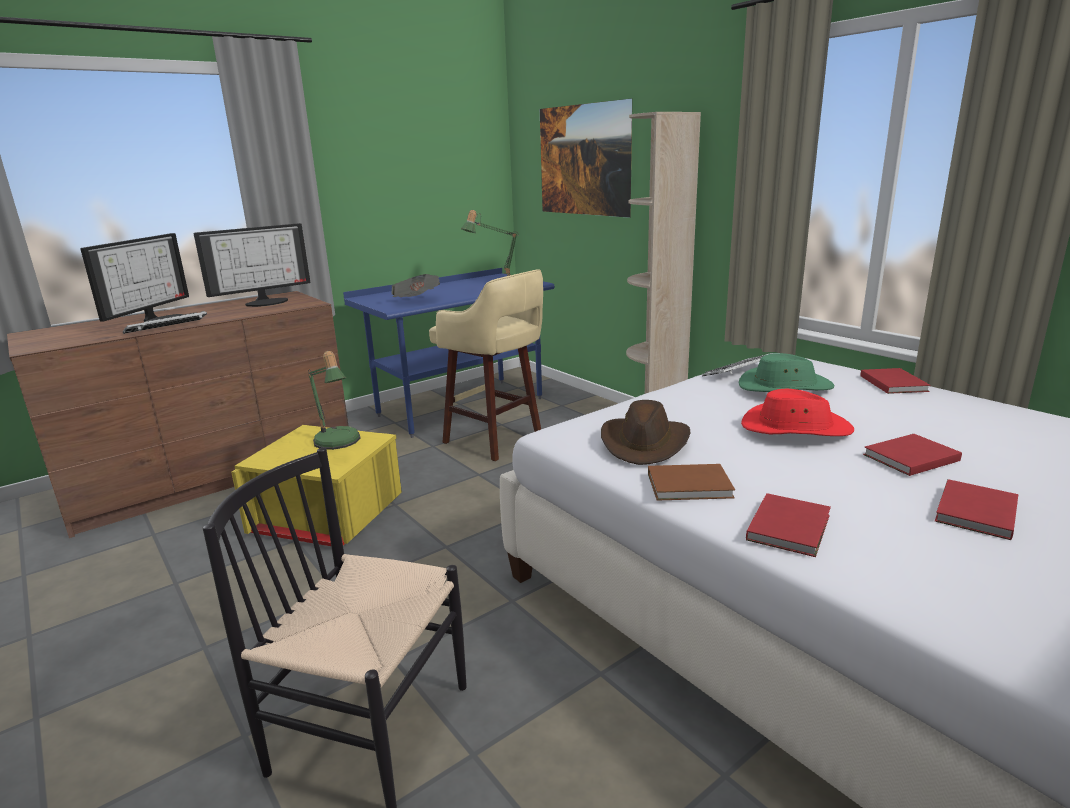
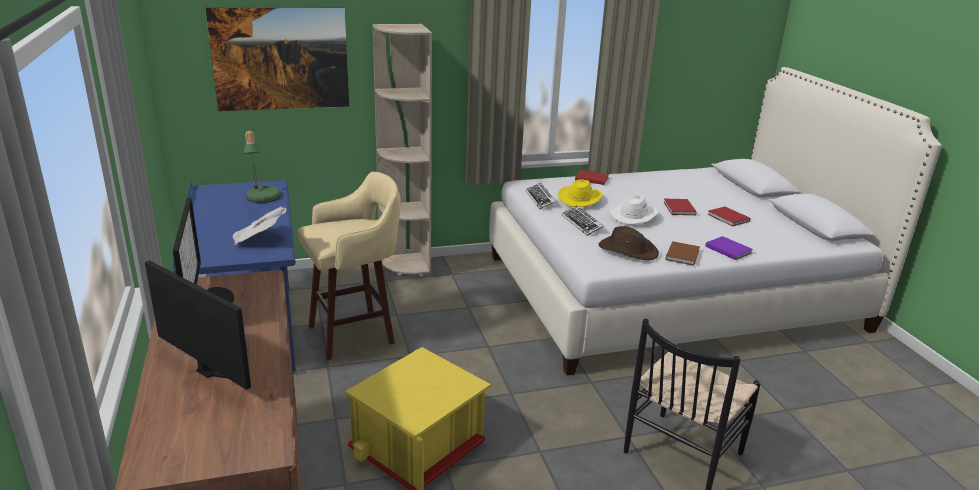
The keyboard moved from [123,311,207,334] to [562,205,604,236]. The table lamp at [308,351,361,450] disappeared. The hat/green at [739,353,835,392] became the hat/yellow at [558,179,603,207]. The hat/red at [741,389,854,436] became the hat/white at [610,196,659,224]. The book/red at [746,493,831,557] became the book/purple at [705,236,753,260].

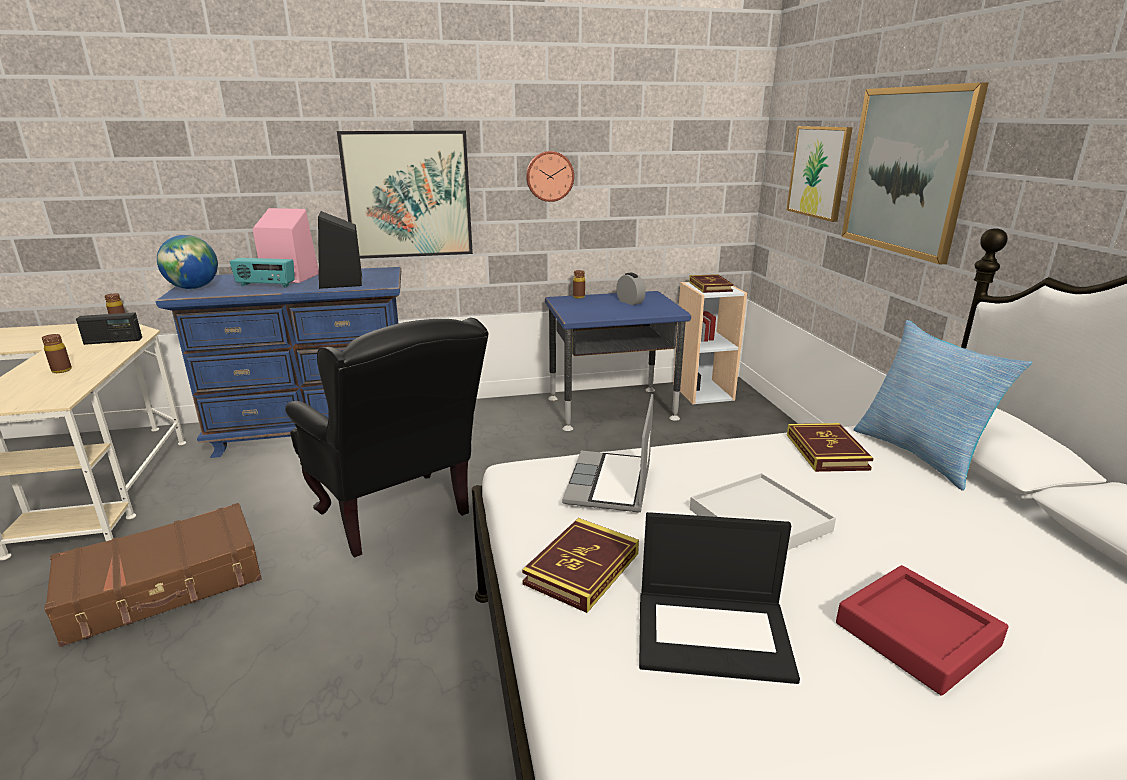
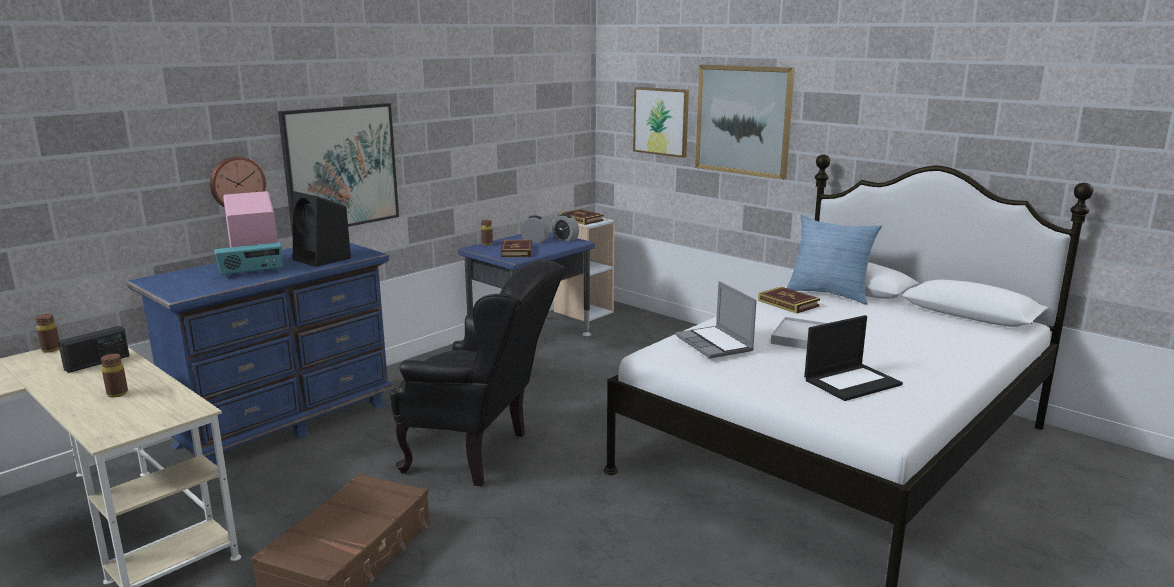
The wall clock moved from [526,151,574,202] to [210,156,266,207]. The globe at [157,235,218,289] disappeared. The book moved from [522,518,639,613] to [501,240,532,257]. The tray/red at [836,565,1009,695] disappeared. The alarm clock at [552,214,579,242] appeared.

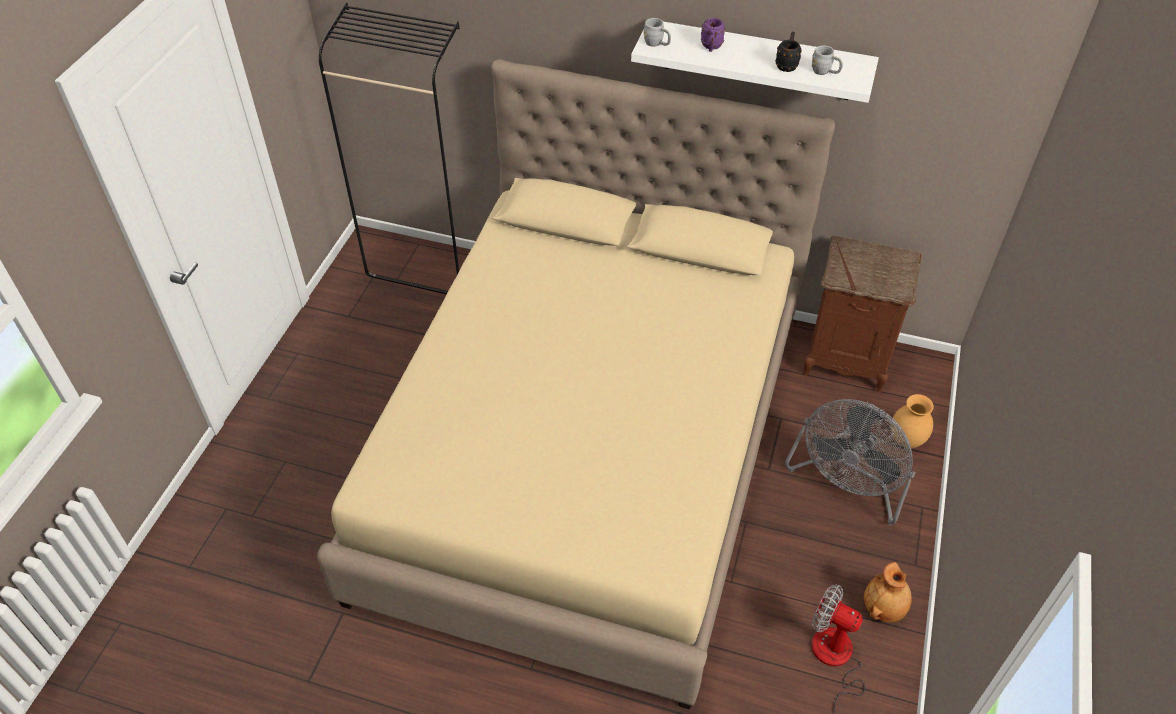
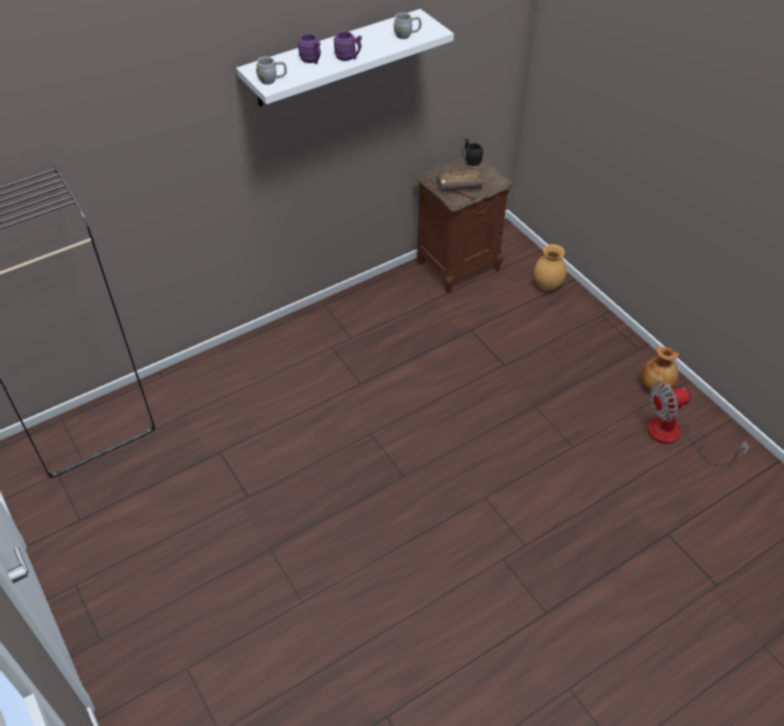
The mug/black moved from [775,32,802,72] to [465,138,483,166]. The bed/beige at [317,59,835,709] disappeared. The fan/grey at [785,399,915,525] disappeared. The mug/purple at [333,31,362,61] appeared. The book/brown at [437,167,482,191] appeared.

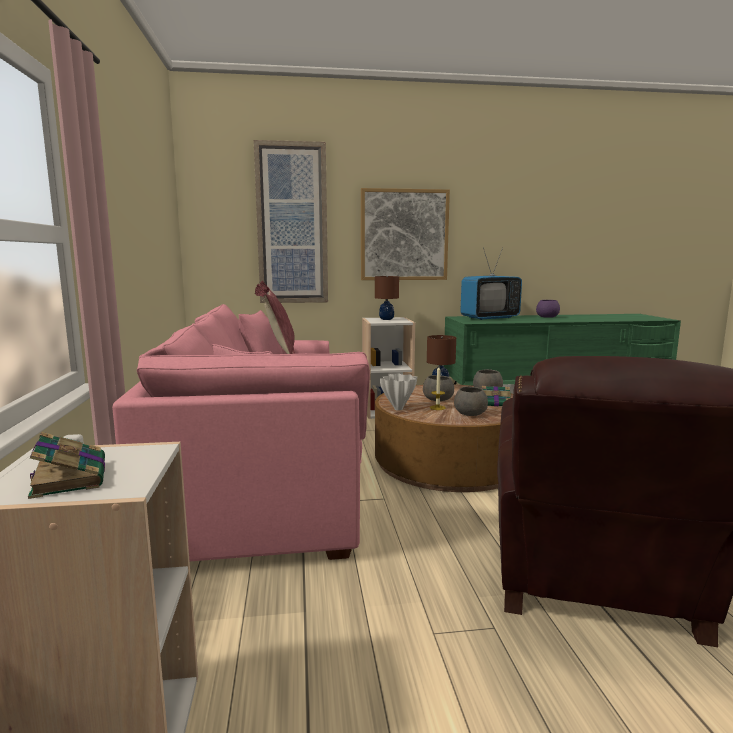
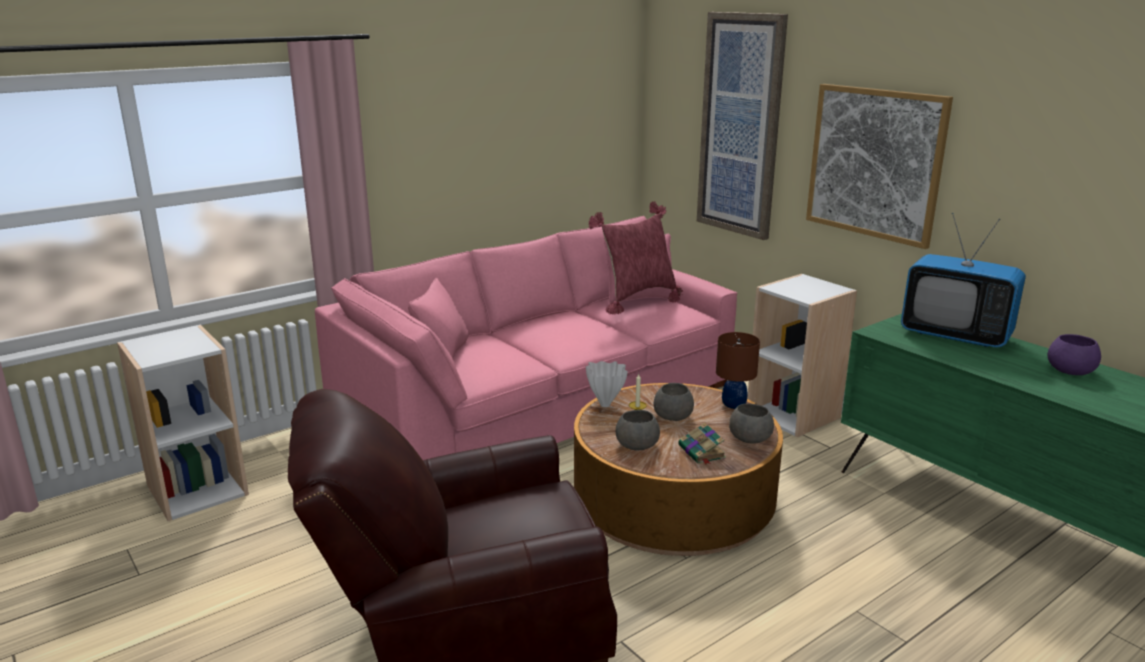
The table lamp/brown at [375,276,399,320] disappeared. The book at [28,432,105,499] disappeared.

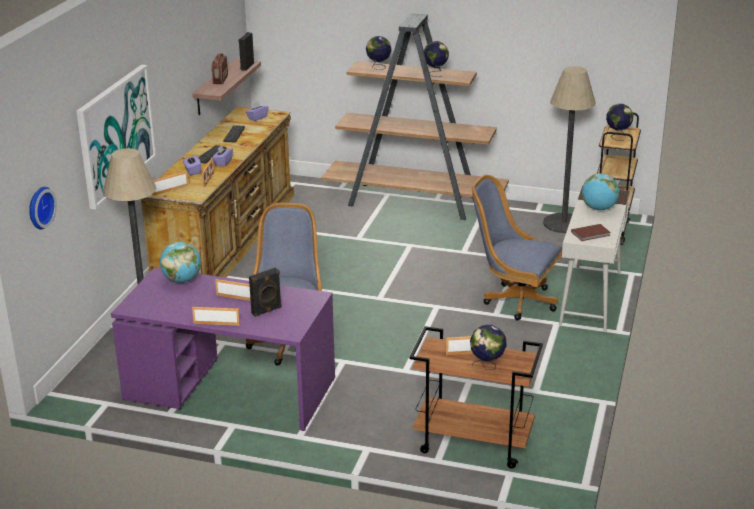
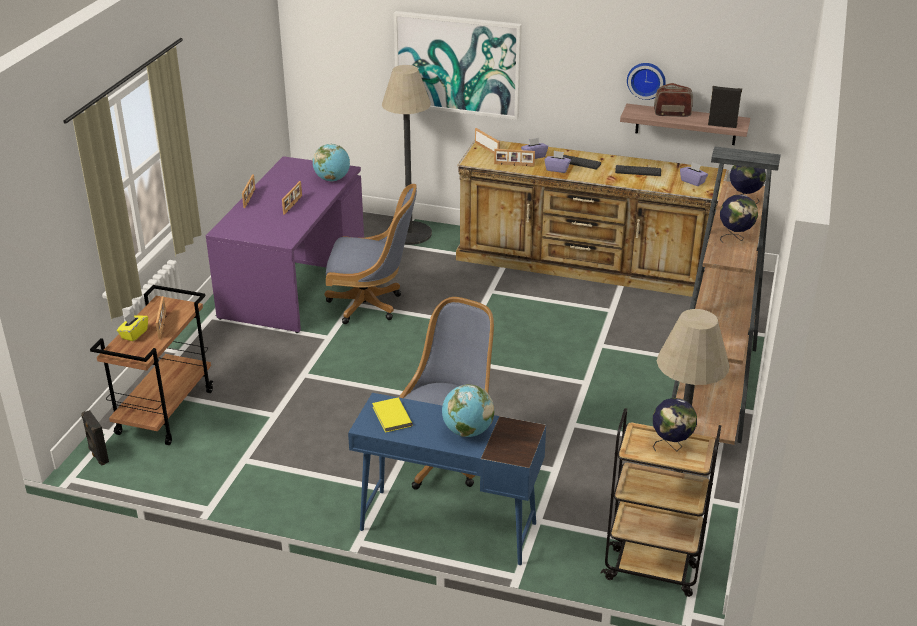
The desk/white at [559,186,630,332] became the desk/blue at [348,393,546,565]. The wall clock moved from [29,187,57,229] to [627,63,665,100]. The book/brown at [571,224,611,241] became the book/yellow at [372,398,413,432]. The speaker/black moved from [249,268,282,317] to [81,410,109,465]. The globe at [470,325,507,370] was replaced by the tissue box/yellow at [117,312,148,341].

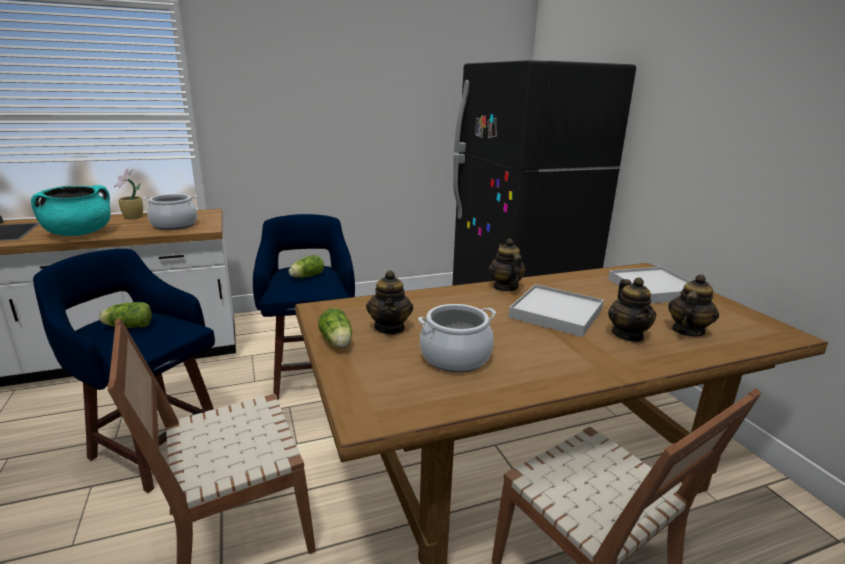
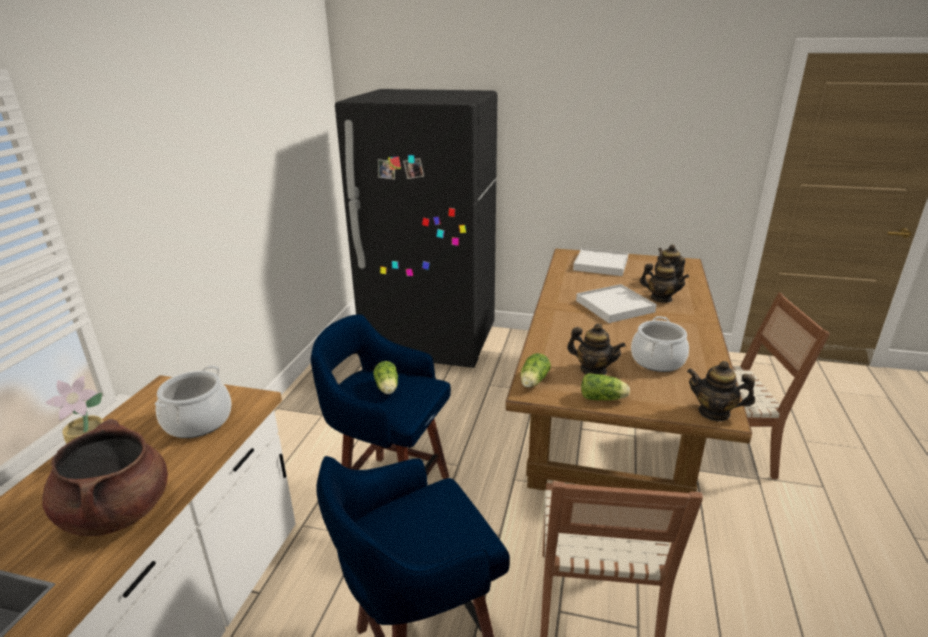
The cooking pot/turquoise at [31,185,111,236] became the cooking pot/brown at [42,419,168,536]. The teapot moved from [489,238,526,292] to [687,361,755,421]. The lettuce moved from [99,302,152,328] to [520,353,551,388].

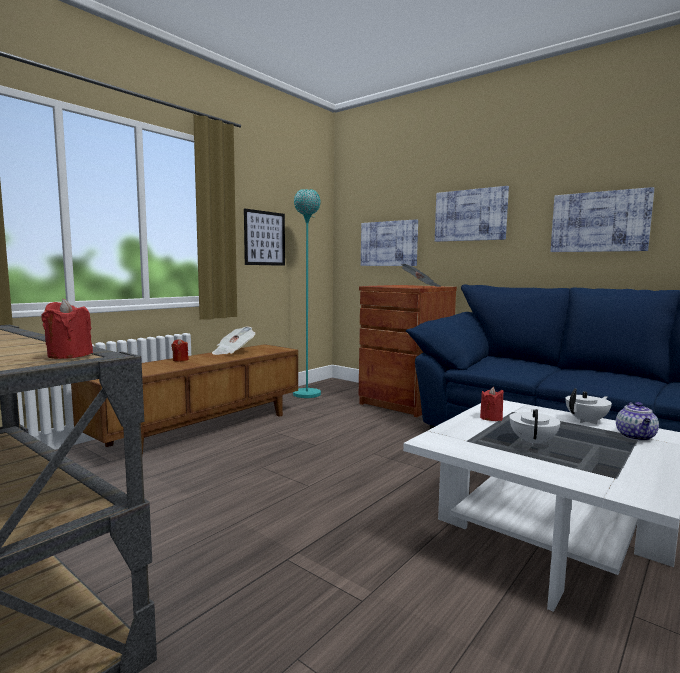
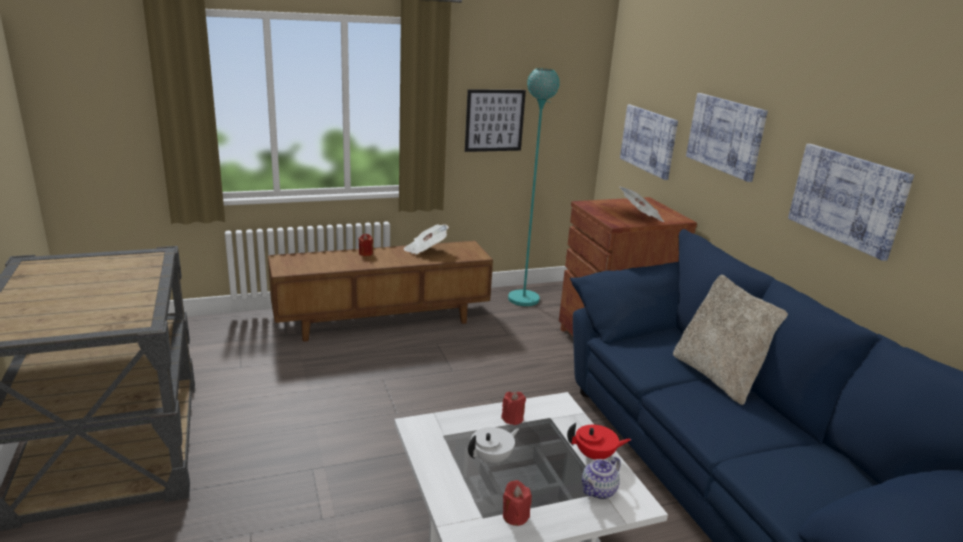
The candle/red moved from [42,299,93,359] to [503,480,532,526]. The teapot/white at [565,388,612,425] became the teapot/red at [567,423,631,460]. The pillow/beige at [673,275,788,405] appeared.

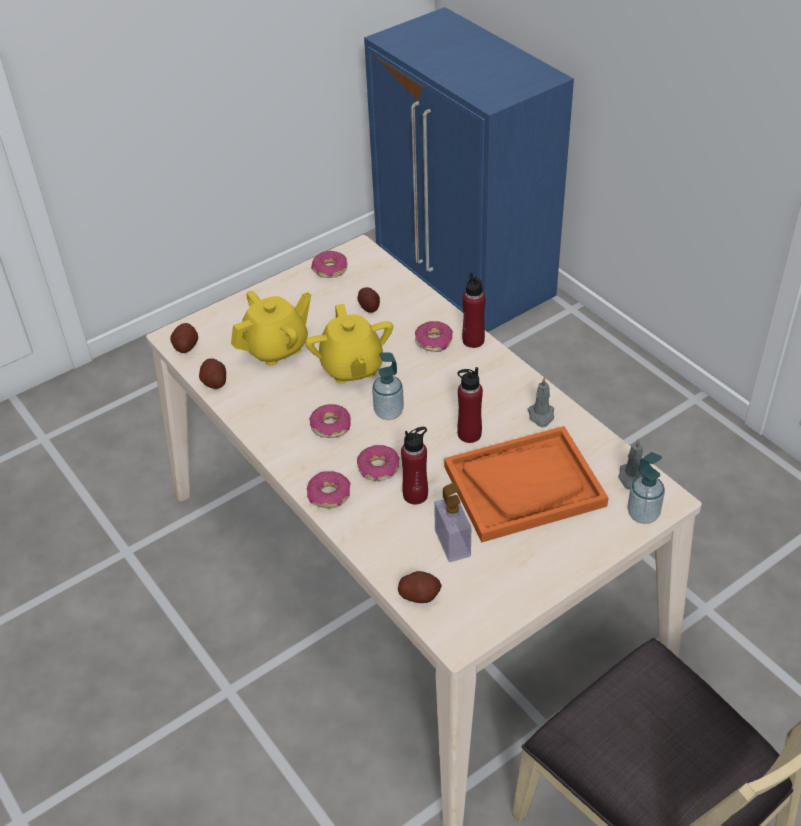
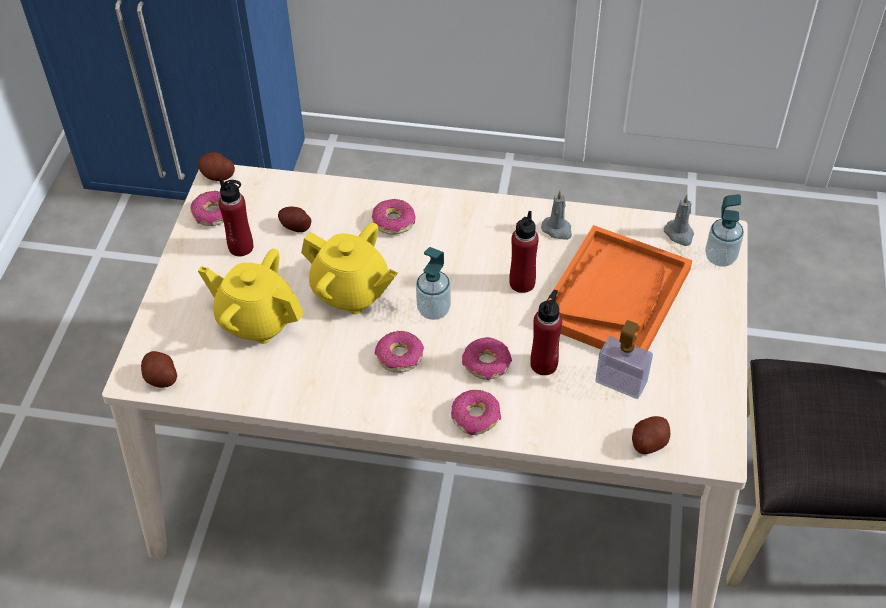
The bottle/red moved from [462,272,486,348] to [219,178,253,256]. The teapot/yellow at [231,291,311,366] turned 75 degrees counterclockwise. The potato moved from [199,358,226,389] to [198,152,235,181].

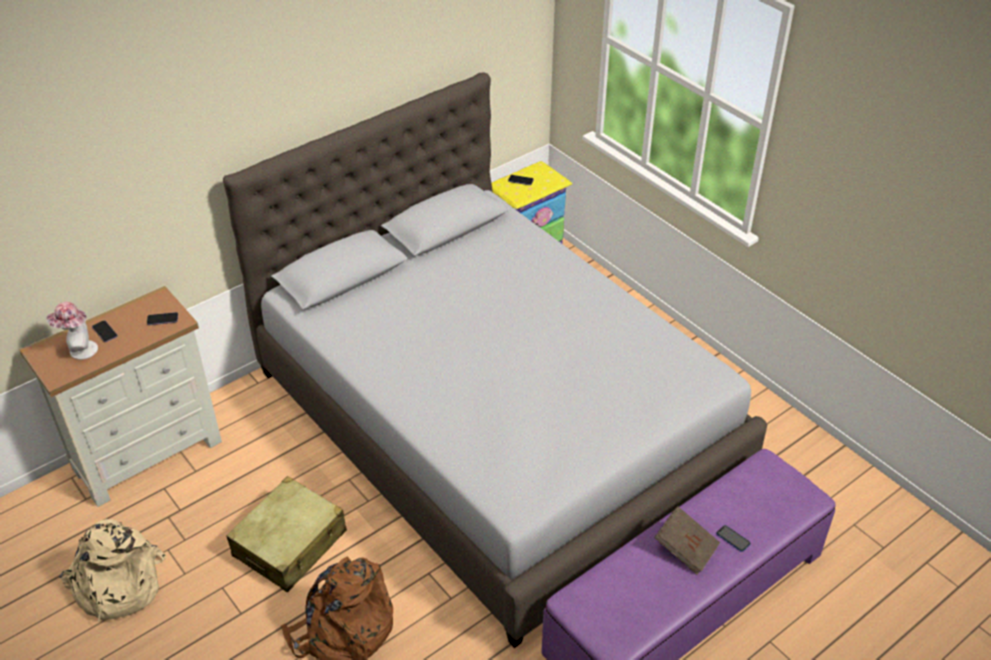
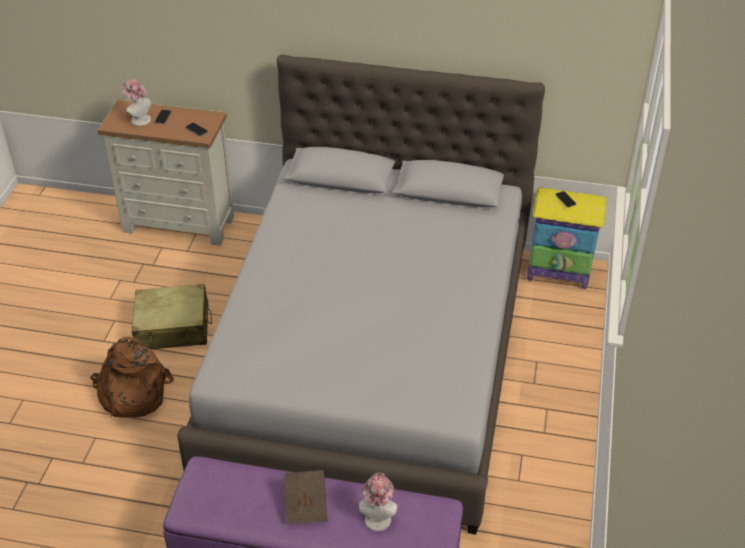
The backpack/beige at [59,519,166,621] disappeared. The phone at [716,525,751,552] disappeared. The hat at [359,473,397,531] appeared.

